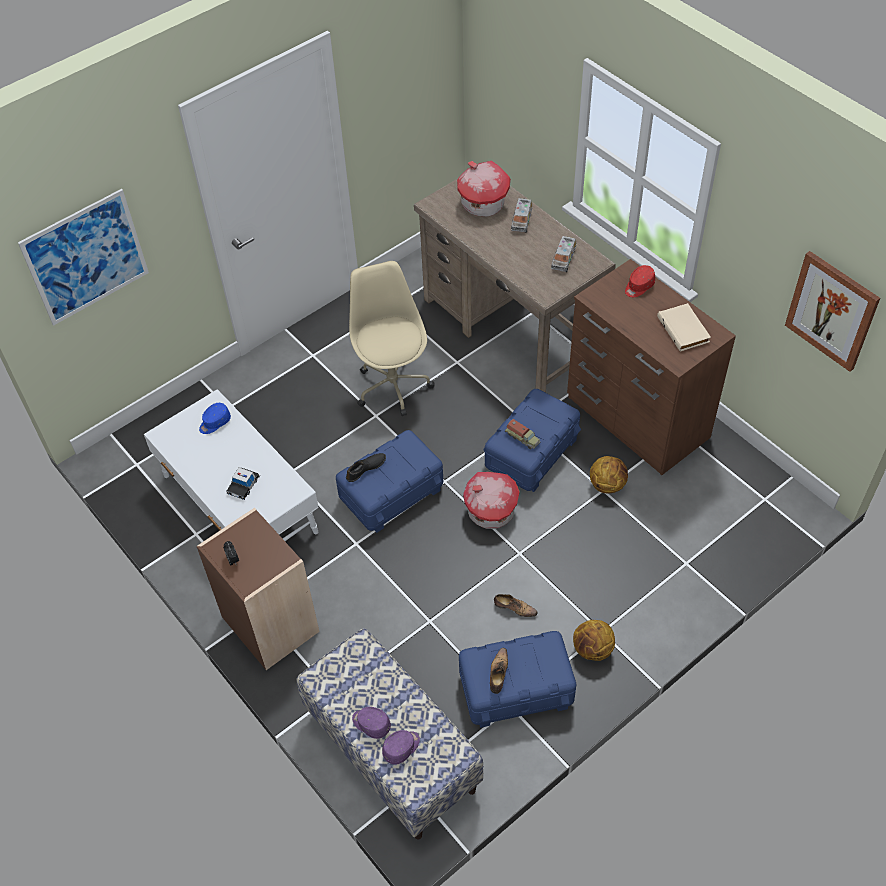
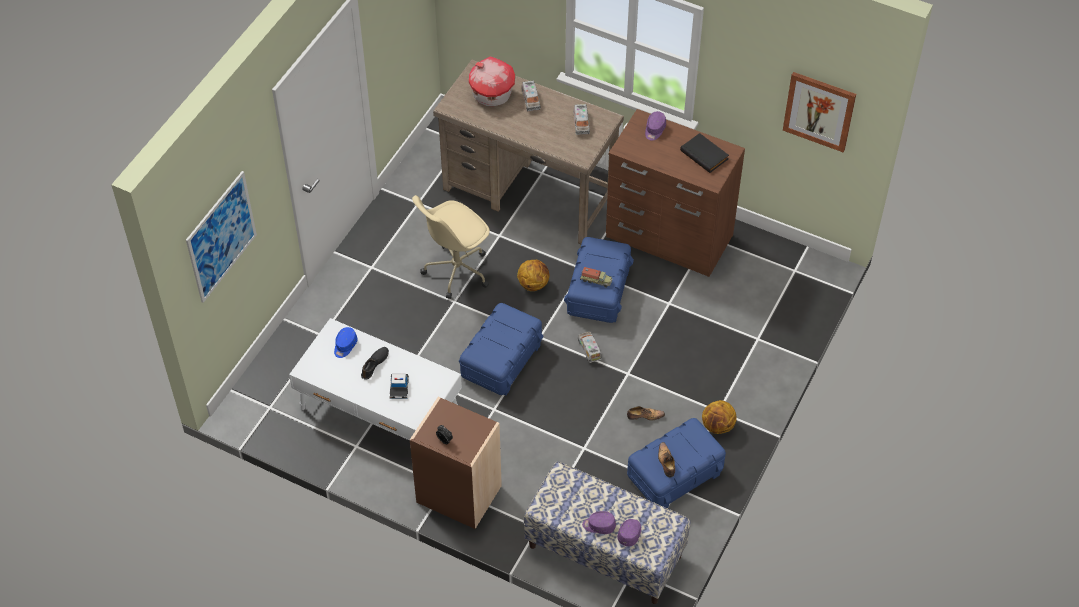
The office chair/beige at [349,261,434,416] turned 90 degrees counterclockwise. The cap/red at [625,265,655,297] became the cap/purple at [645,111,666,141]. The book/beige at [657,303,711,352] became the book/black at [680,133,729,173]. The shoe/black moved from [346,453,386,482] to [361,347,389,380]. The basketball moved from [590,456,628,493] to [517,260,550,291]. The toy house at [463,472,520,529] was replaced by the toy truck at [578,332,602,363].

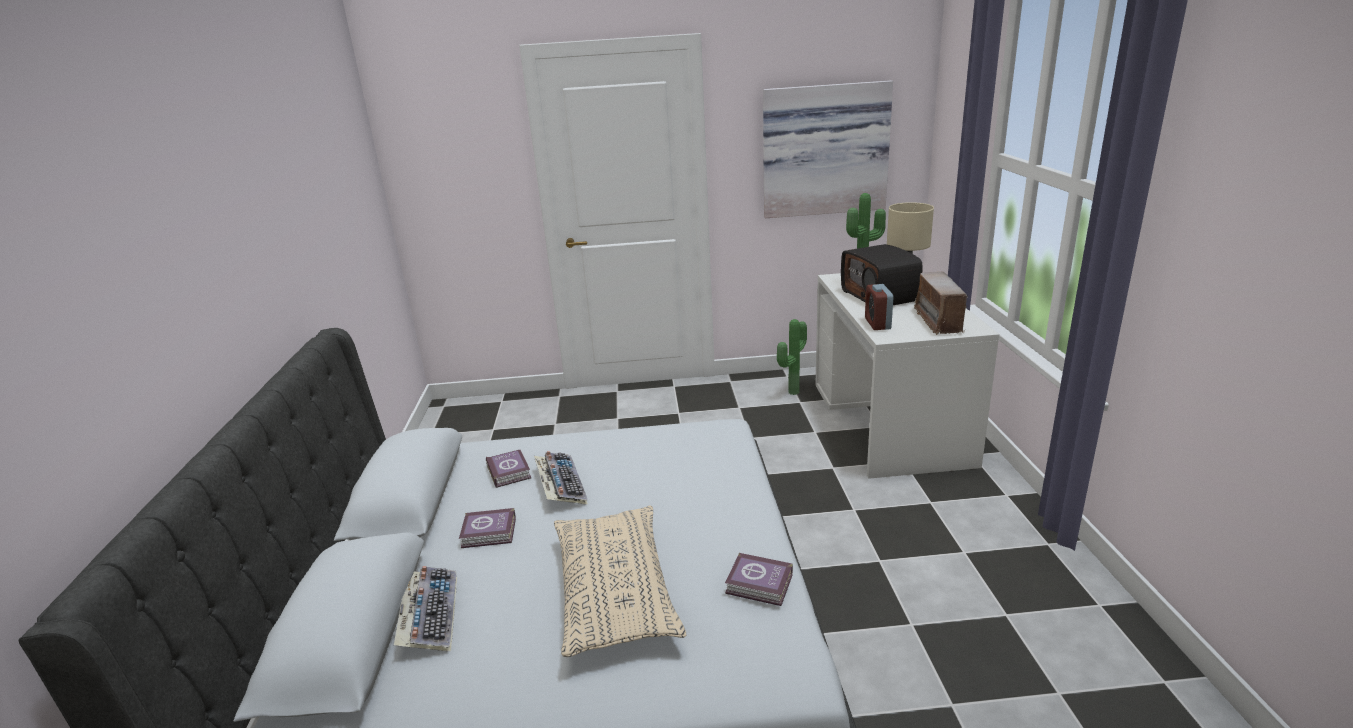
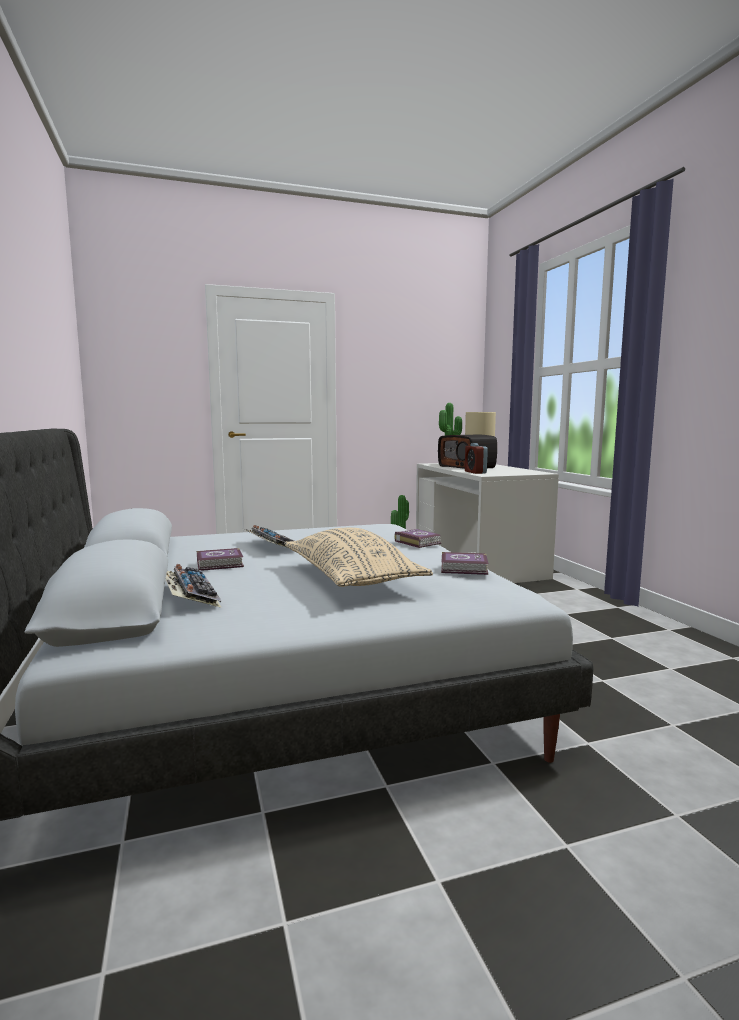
The picture at [763,80,893,218] disappeared. The radio at [914,272,968,335] disappeared. The book moved from [486,450,531,488] to [394,529,442,548].

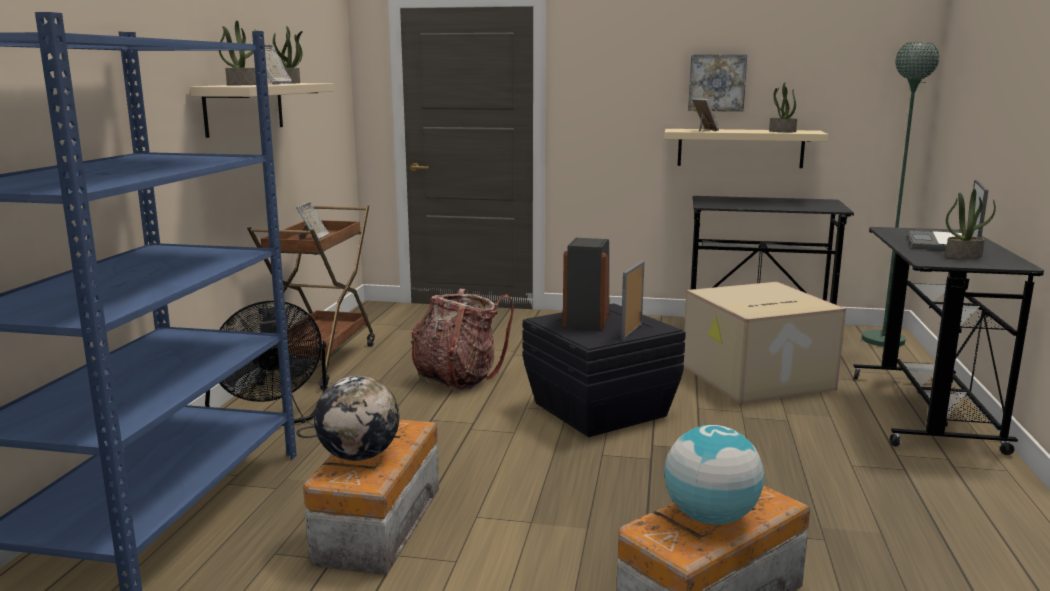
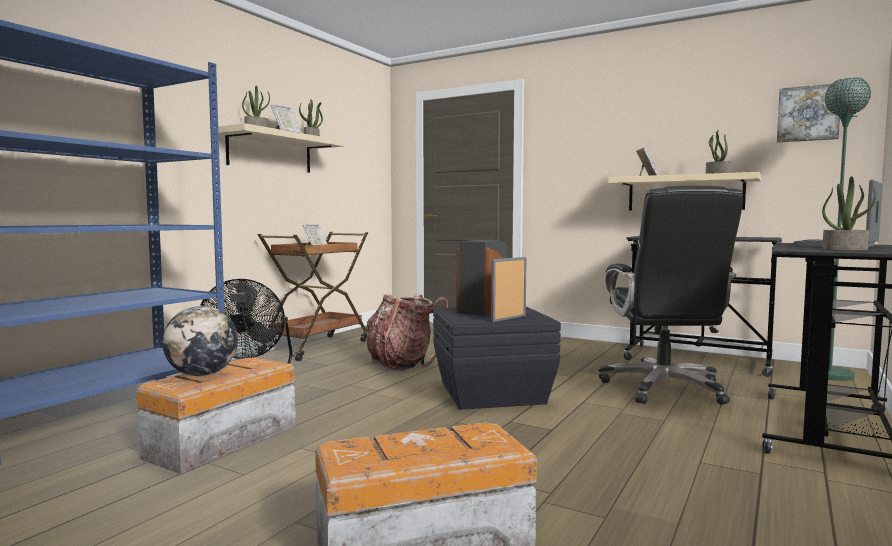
The picture moved from [688,54,747,112] to [777,84,840,143]. The cardboard box at [683,282,846,404] was replaced by the office chair/black at [598,186,743,405]. The globe at [664,425,764,525] disappeared.

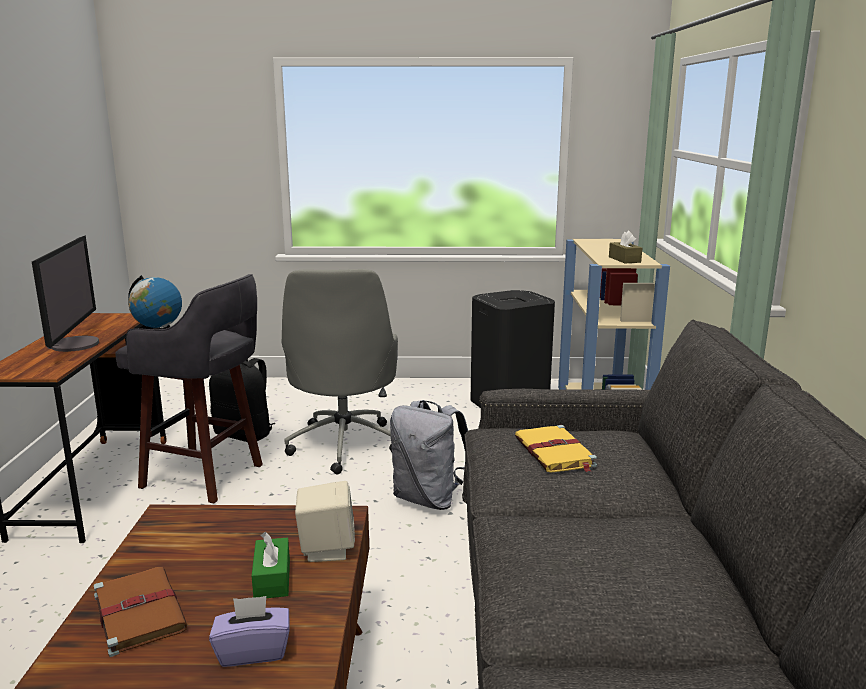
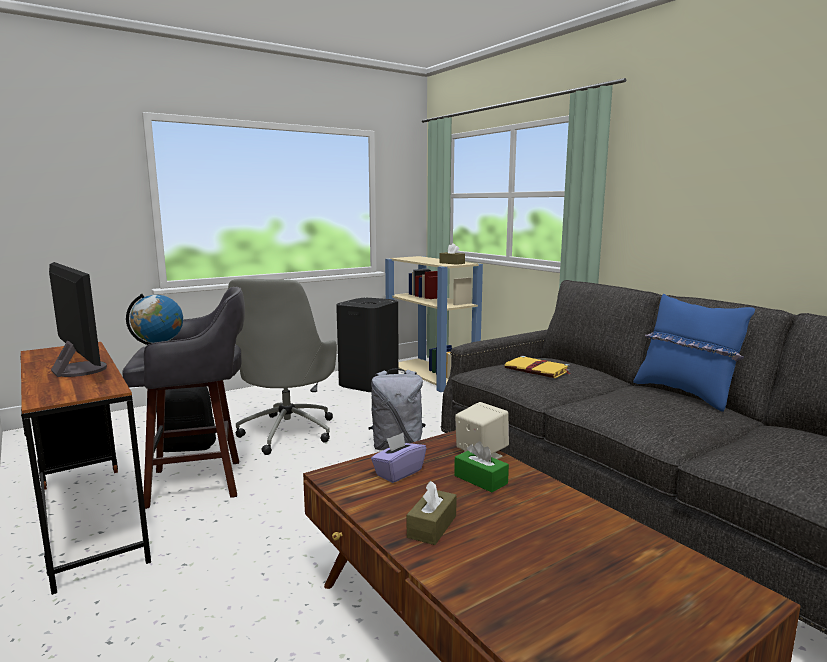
The office chair/grey at [281,269,398,474] turned 45 degrees clockwise. The book/brown at [94,567,187,657] was replaced by the tissue box/brown at [407,481,457,545]. The tissue box/purple moved from [209,596,289,667] to [371,433,426,483]. The pillow/blue at [633,294,755,412] appeared.

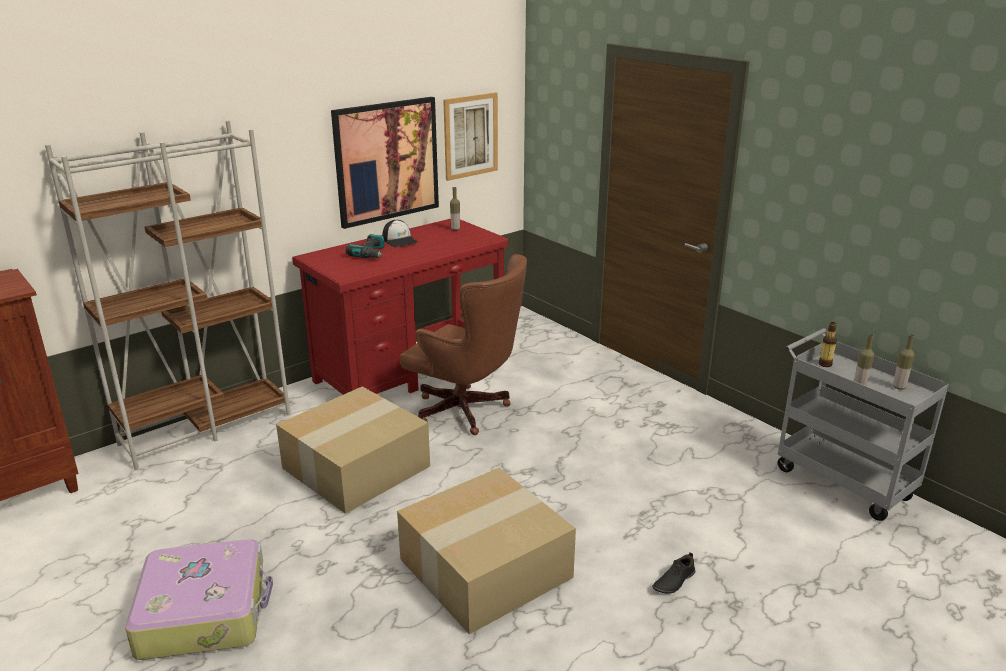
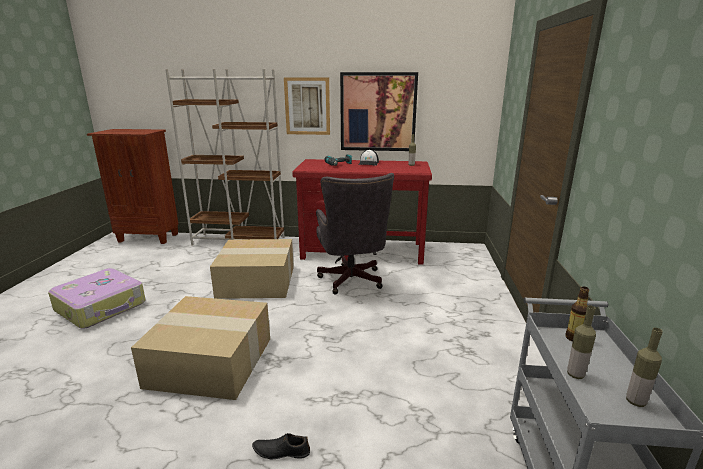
The picture moved from [443,92,498,181] to [284,77,330,135]. The office chair/brown at [400,254,527,435] became the office chair/grey at [316,173,394,295].

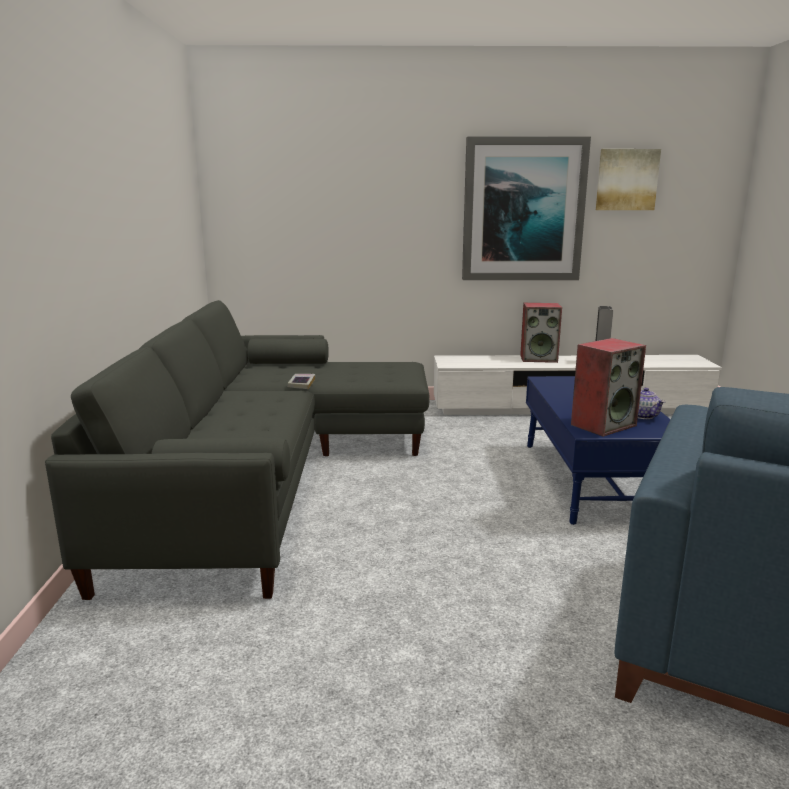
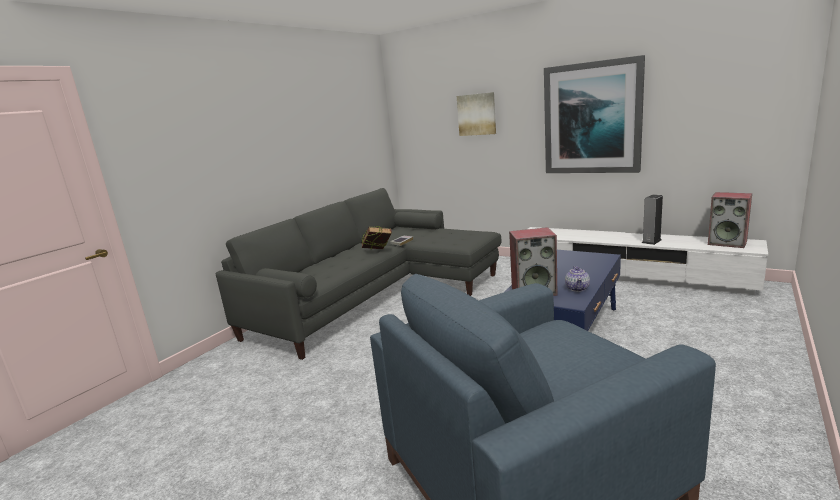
The picture moved from [596,149,661,210] to [457,92,496,136]. The speaker moved from [520,303,562,363] to [708,192,752,248]. The book at [361,226,392,249] appeared.

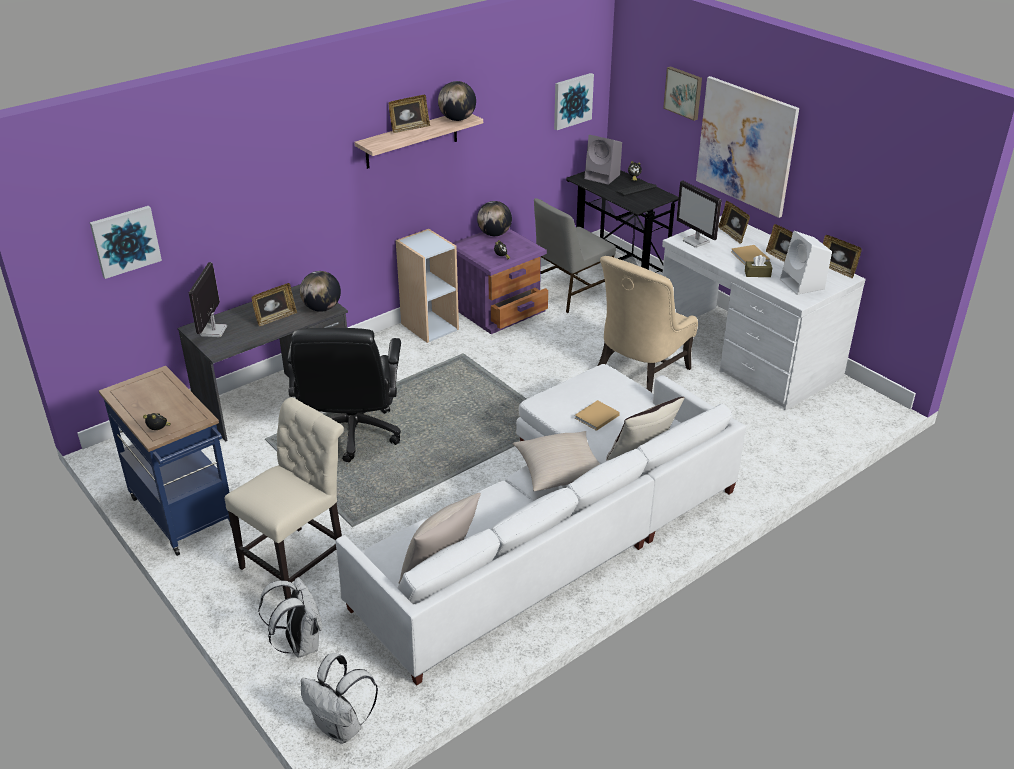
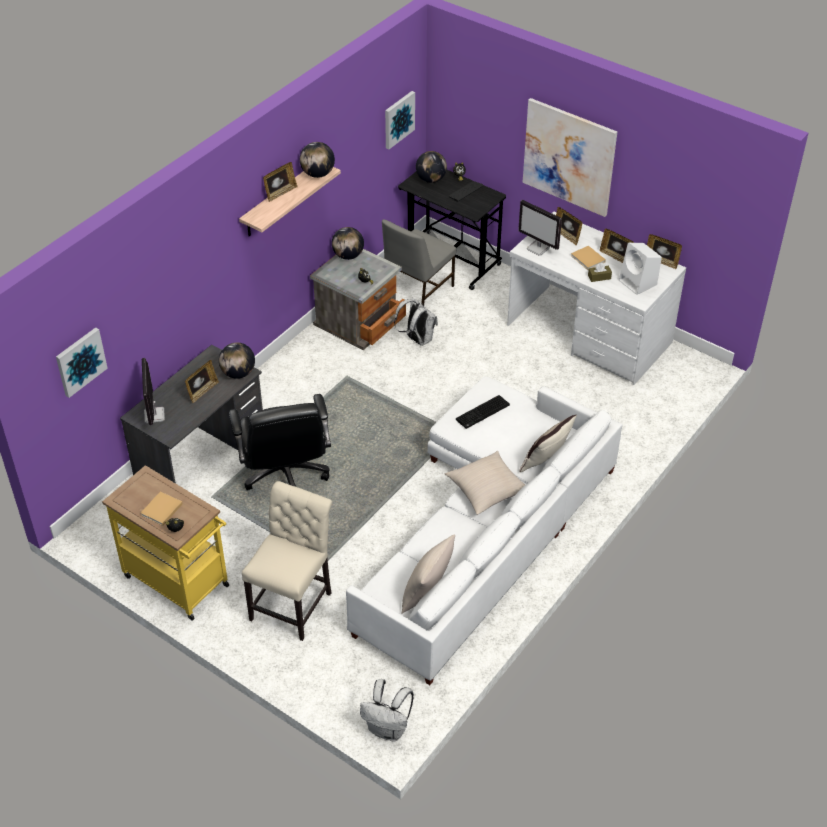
The picture at [663,66,702,121] disappeared. The speaker/grey at [584,135,622,185] was replaced by the globe at [416,151,447,183]. The bookcase at [396,229,459,343] disappeared. The nightstand/purple at [453,229,548,334] became the nightstand/grey at [310,249,406,350]. The chair/beige at [598,256,698,392] disappeared. The cart/blue at [99,366,231,556] became the cart/yellow at [102,465,229,621]. The book/beige moved from [575,400,620,431] to [141,491,183,526]. The backpack/white moved from [258,577,322,658] to [394,298,438,346]. The keyboard at [456,395,510,429] appeared.

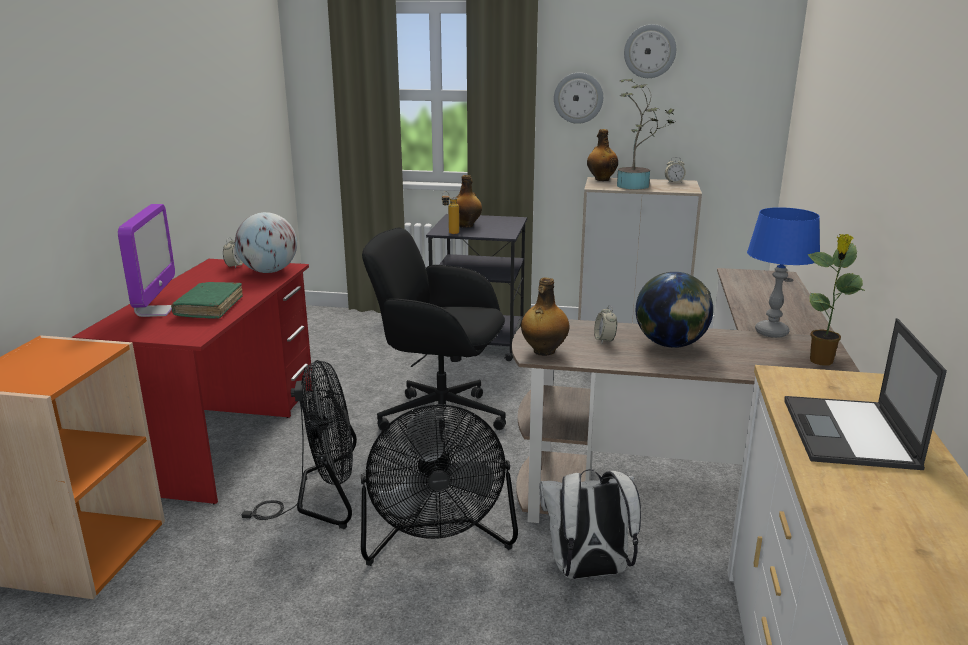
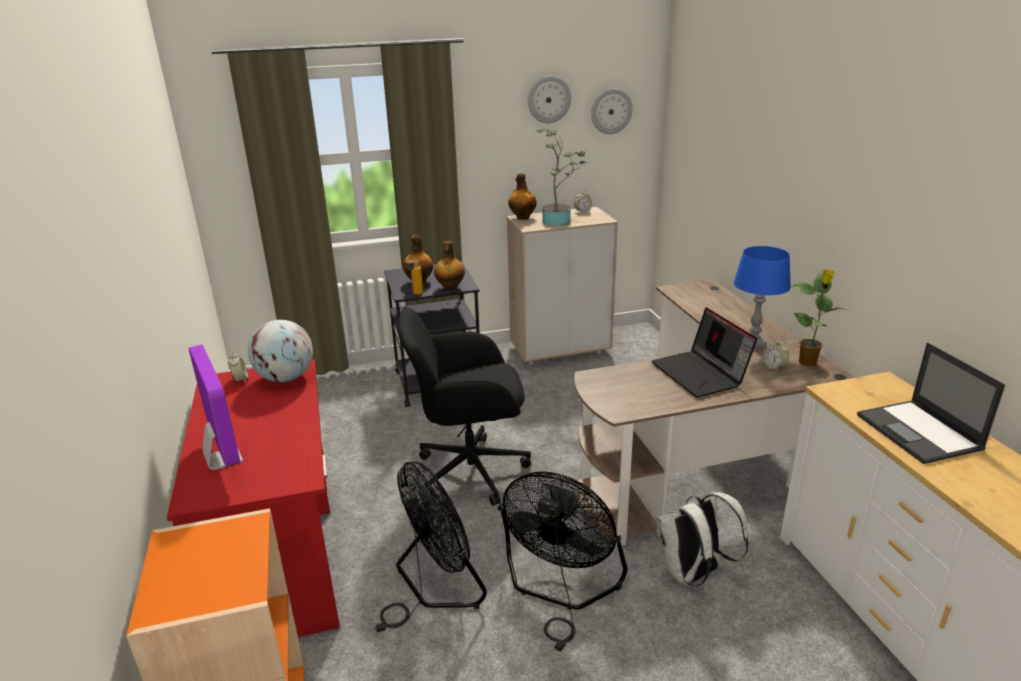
The wall clock moved from [554,73,603,124] to [591,88,633,134]. The globe at [636,272,713,348] was replaced by the laptop at [652,308,757,397]. The bottle moved from [521,277,569,356] to [434,241,465,291]. The book/green at [171,282,243,319] disappeared. The alarm clock moved from [594,305,617,344] to [762,338,789,371]. The fan/black at [361,404,518,566] turned 120 degrees counterclockwise.

